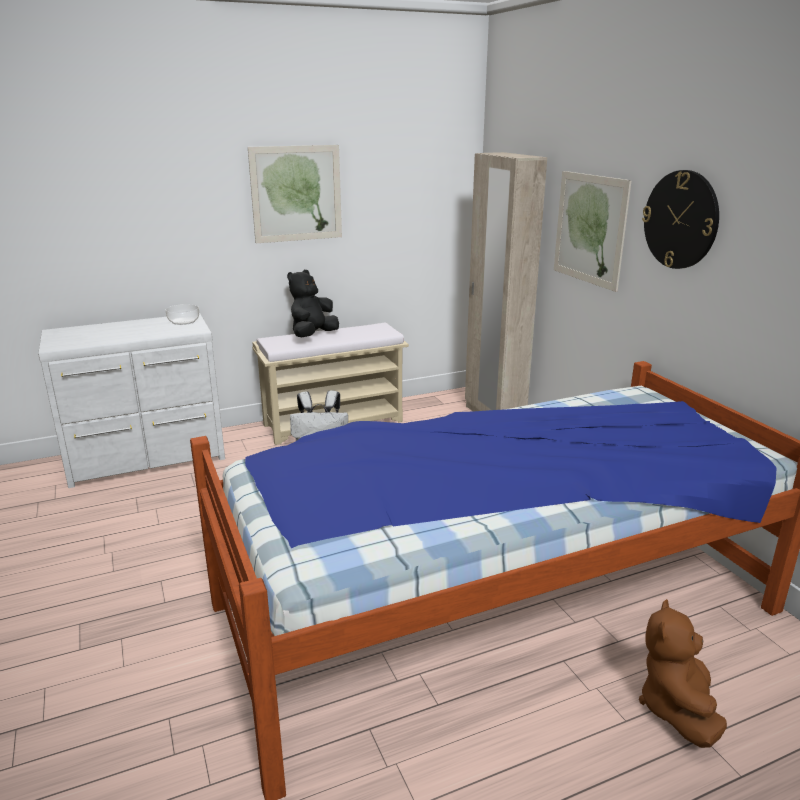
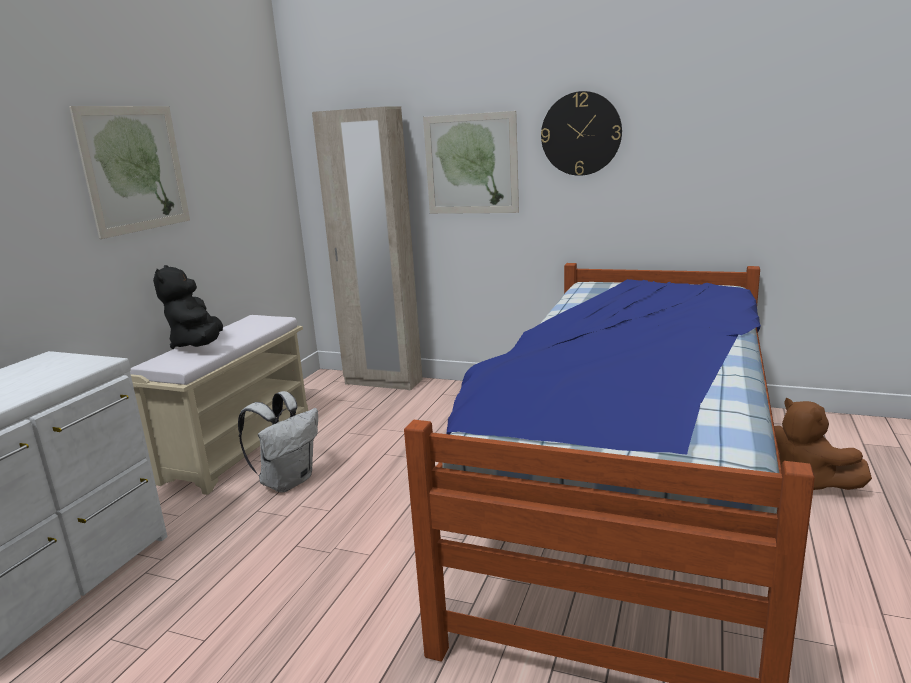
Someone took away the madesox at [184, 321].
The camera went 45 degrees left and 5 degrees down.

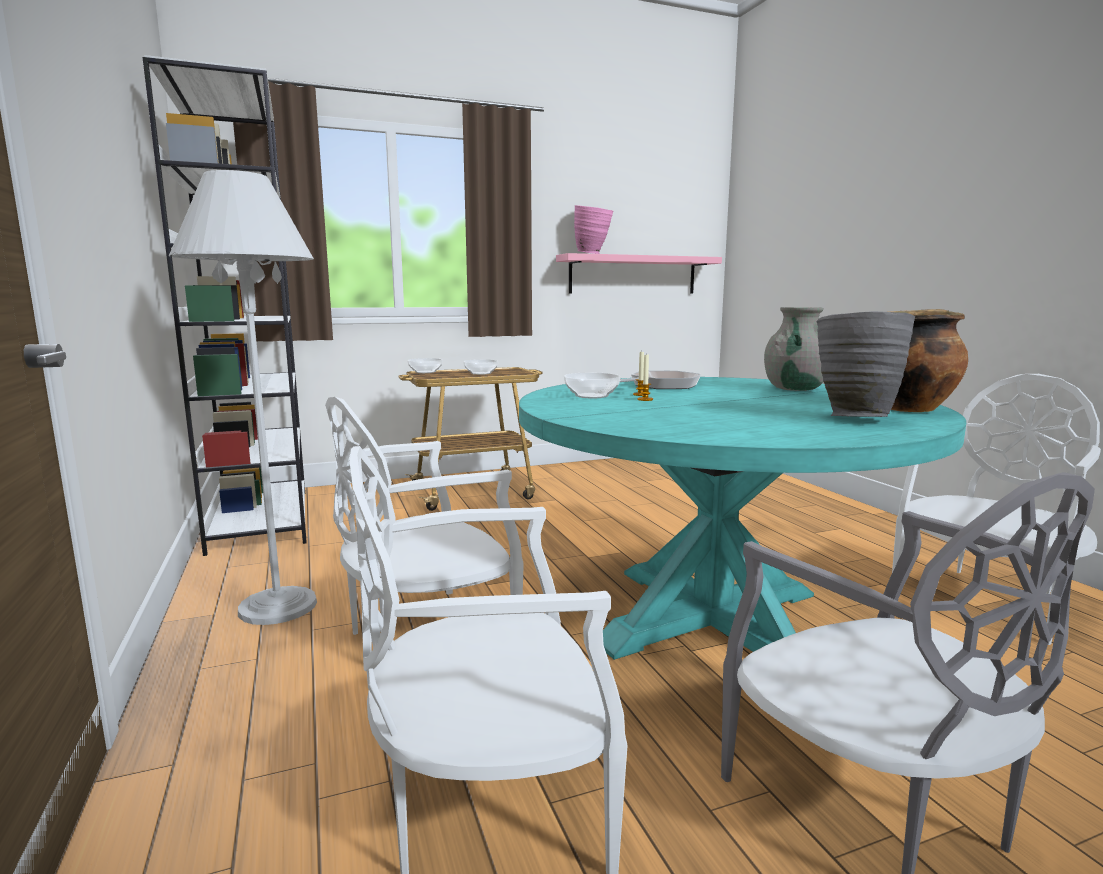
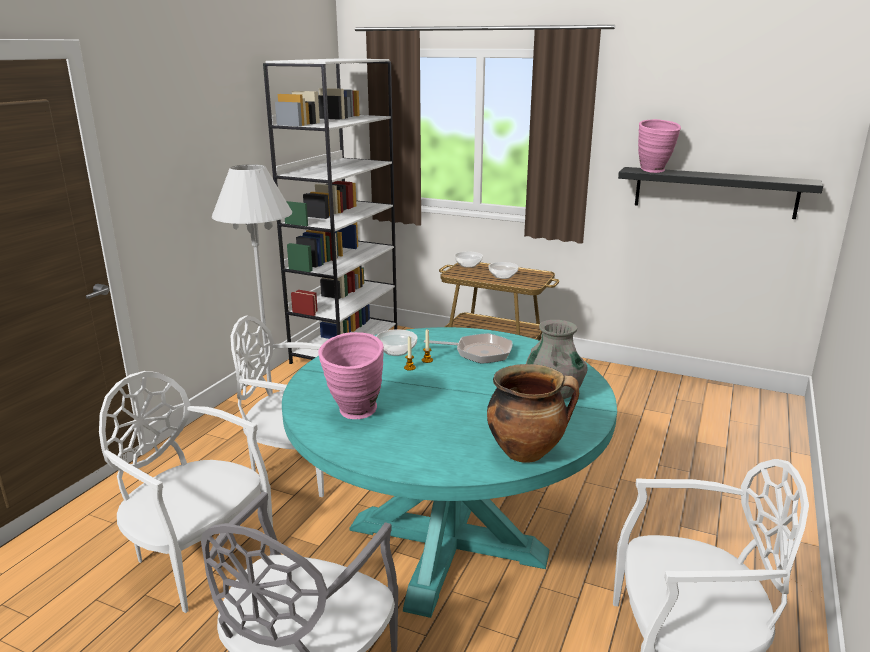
Someone repainted the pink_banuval at [633, 275], which became the black_banuval at [714, 192].
Someone took away the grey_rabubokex at [853, 418].
Someone put down the pink_rabubokex at [354, 415].
The camera went 45 degrees right and 10 degrees up.

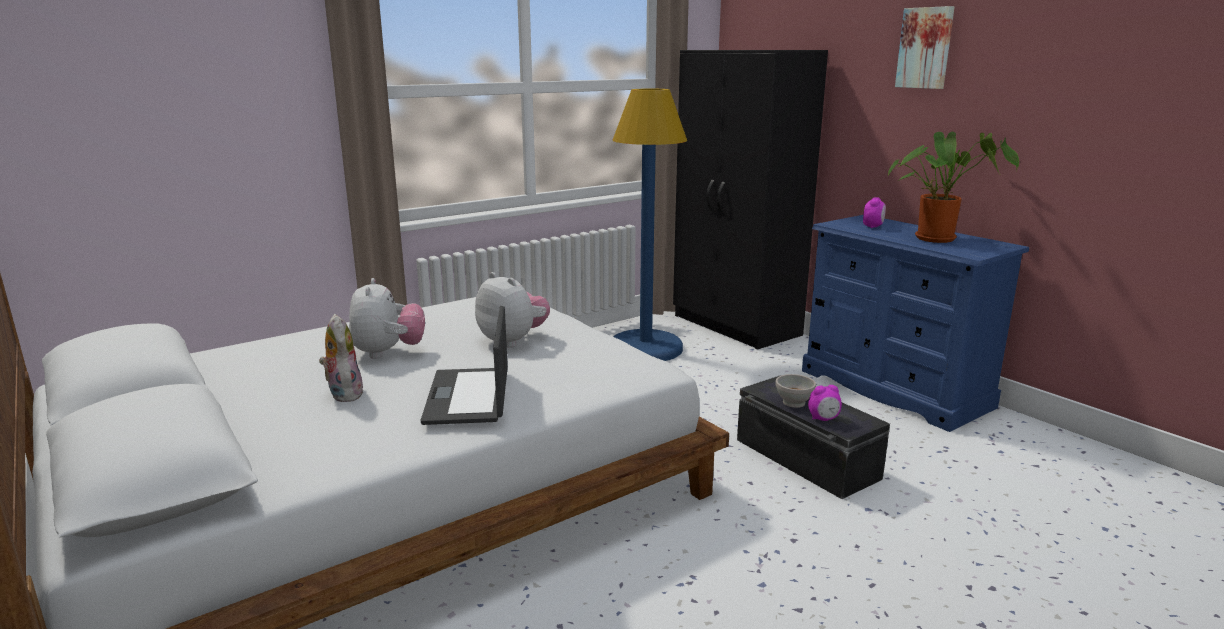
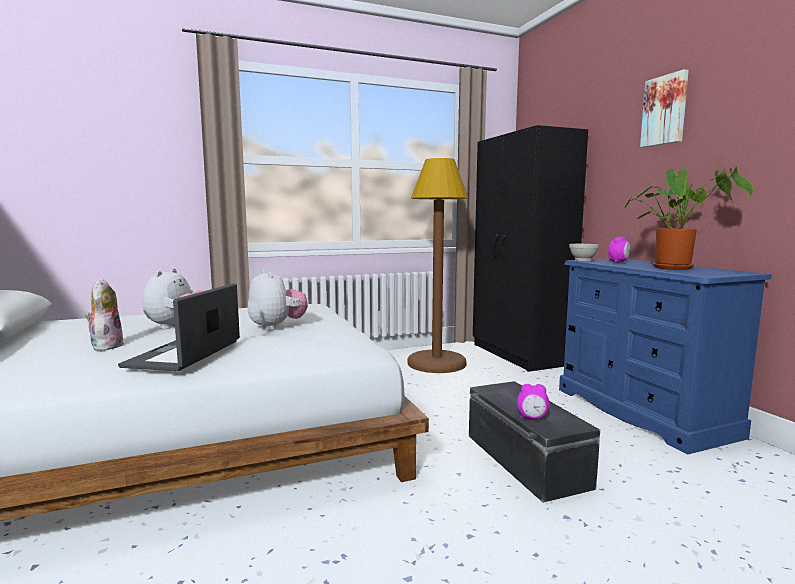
Someone repainted the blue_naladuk at [645, 348], which became the brown_naladuk at [436, 363].
Someone carried the white_madesox from [793, 403] to [583, 260].
The camera went 15 degrees right and 10 degrees down.

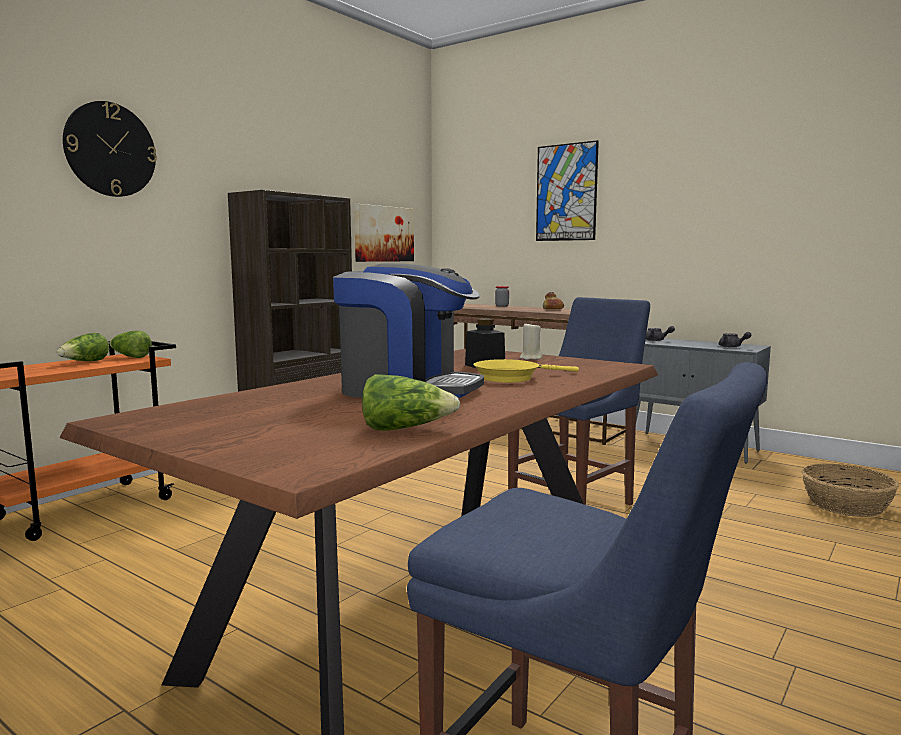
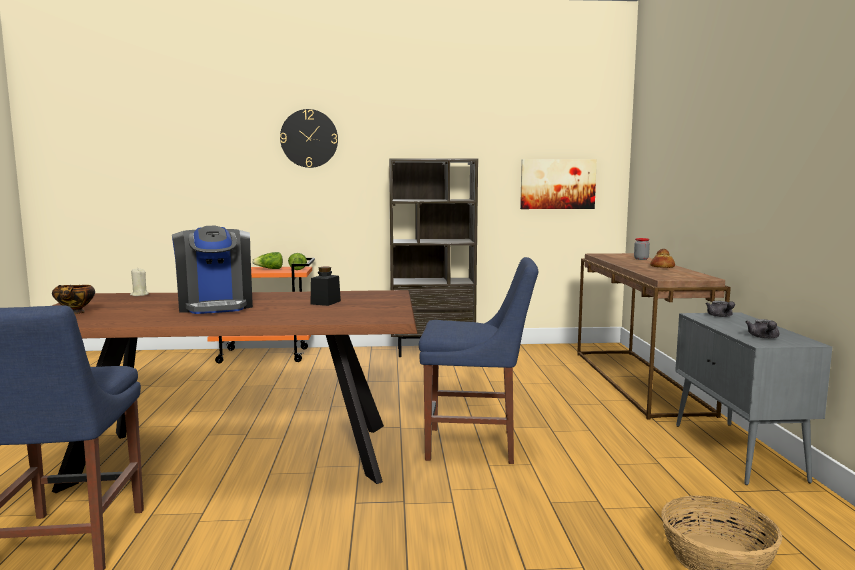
Someone took away the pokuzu at [566, 192].
Someone carried the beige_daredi from [530, 358] to [139, 295].
Someone took away the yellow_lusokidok at [511, 378].
Someone took away the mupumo at [405, 429].
Someone put down the madesox at [75, 313].
The camera went 50 degrees right and 0 degrees up.

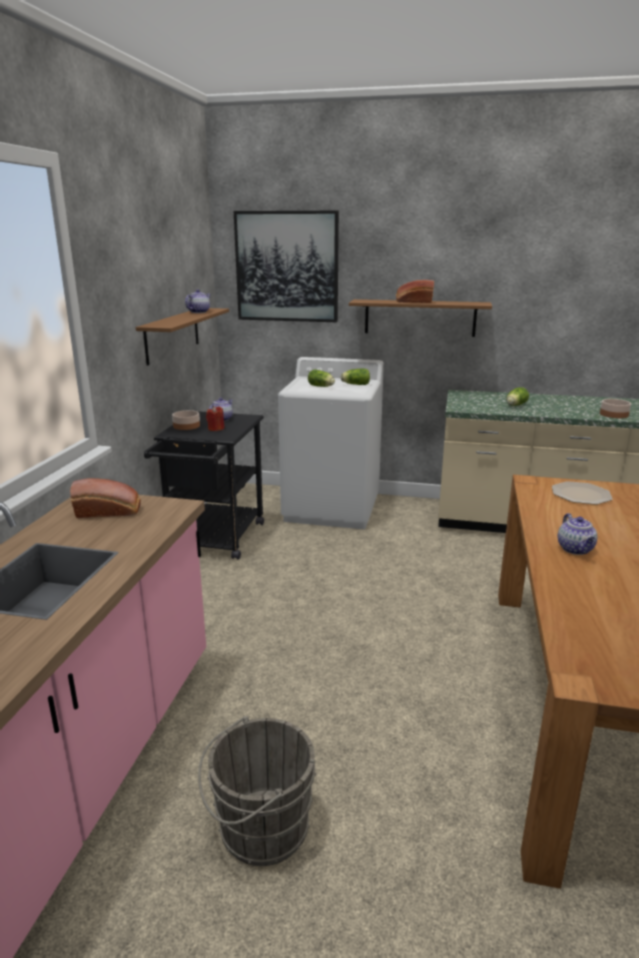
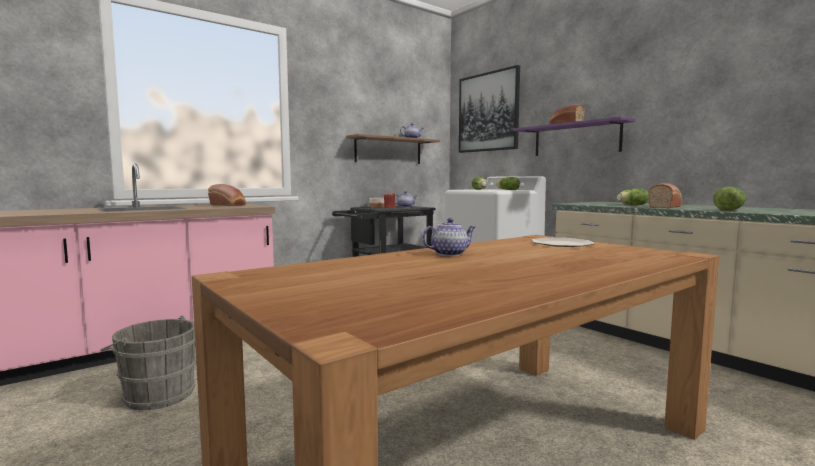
Someone repainted the brown_banuval at [420, 317], which became the purple_banuval at [576, 139].
Someone swapped the madesox at [613, 414] for the mupumo at [729, 210].
Someone rotated the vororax at [576, 549] by 150 degrees counterclockwise.
Someone put down the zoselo at [666, 207].
The camera went 40 degrees right and 15 degrees down.

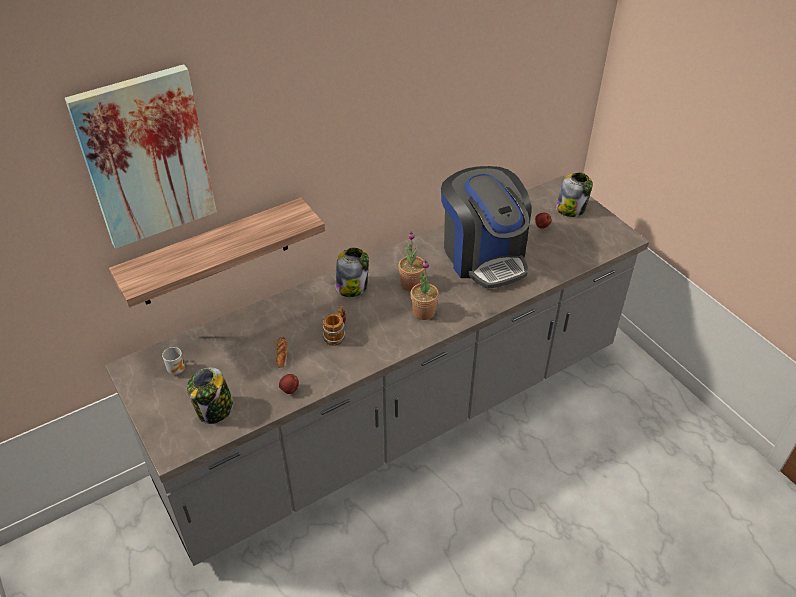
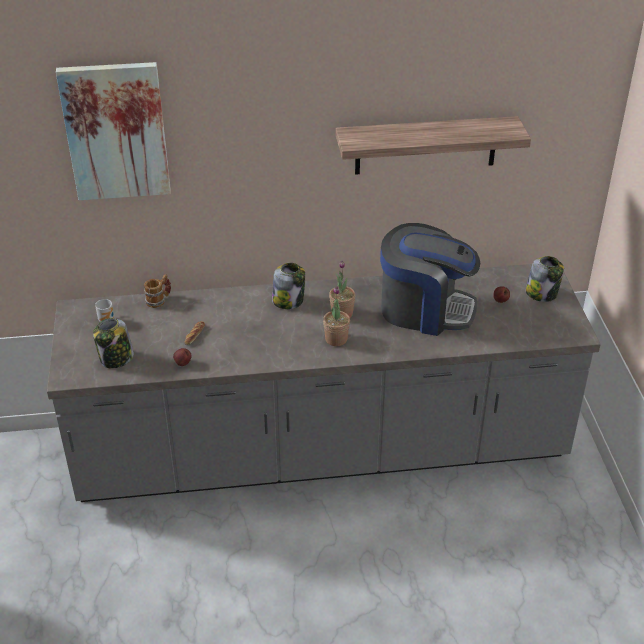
Someone rotated the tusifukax at [483, 255] by 75 degrees counterclockwise.
Someone carried the banuval from [214, 253] to [426, 145].
Someone carried the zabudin from [336, 334] to [159, 300].
The camera went 25 degrees right and 5 degrees down.

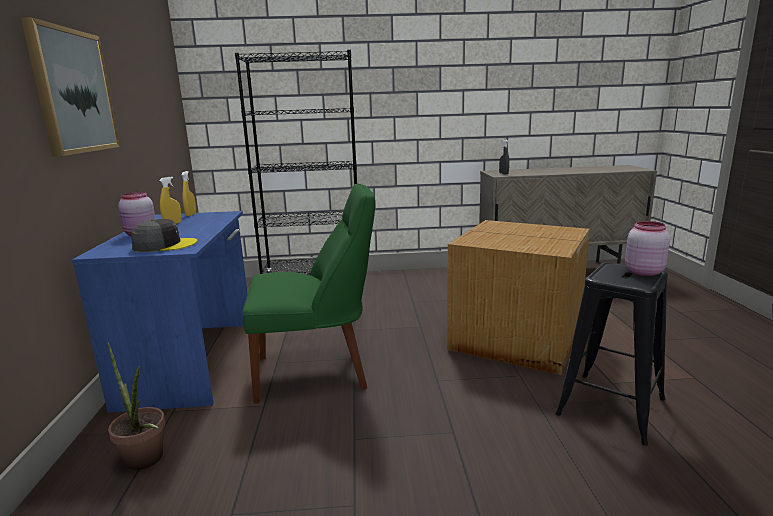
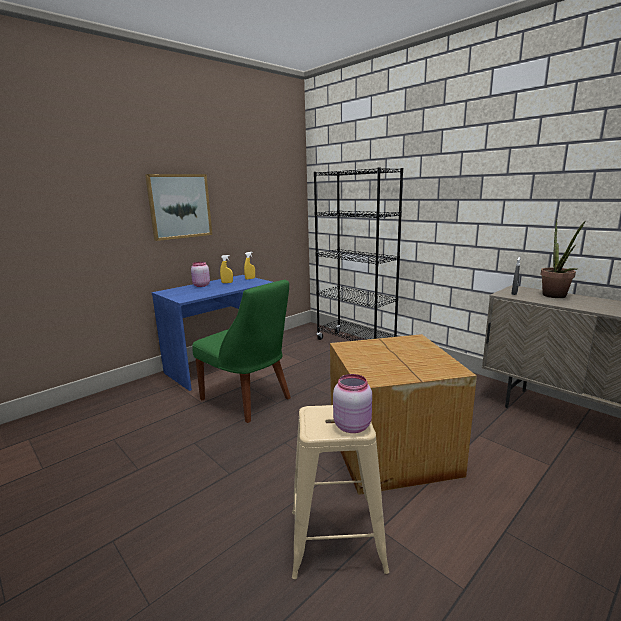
Someone took away the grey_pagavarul at [164, 245].
Someone repainted the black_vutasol at [611, 406], which became the beige_vutasol at [337, 539].
Someone carried the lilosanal from [146, 462] to [556, 297].
The camera went 50 degrees right and 0 degrees up.

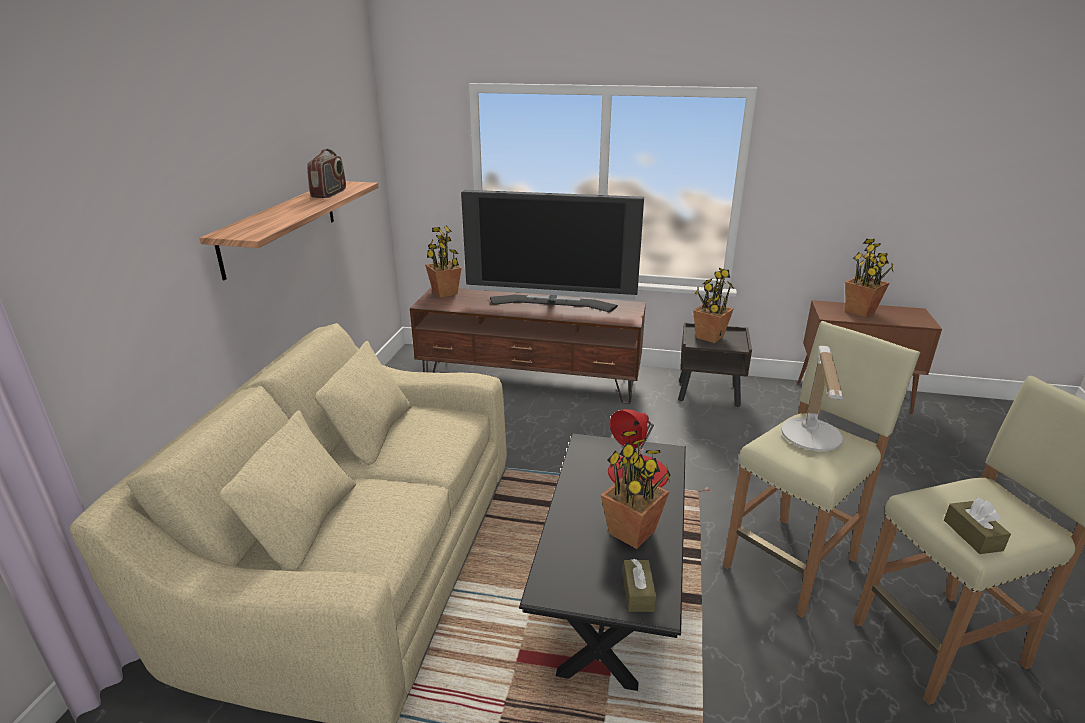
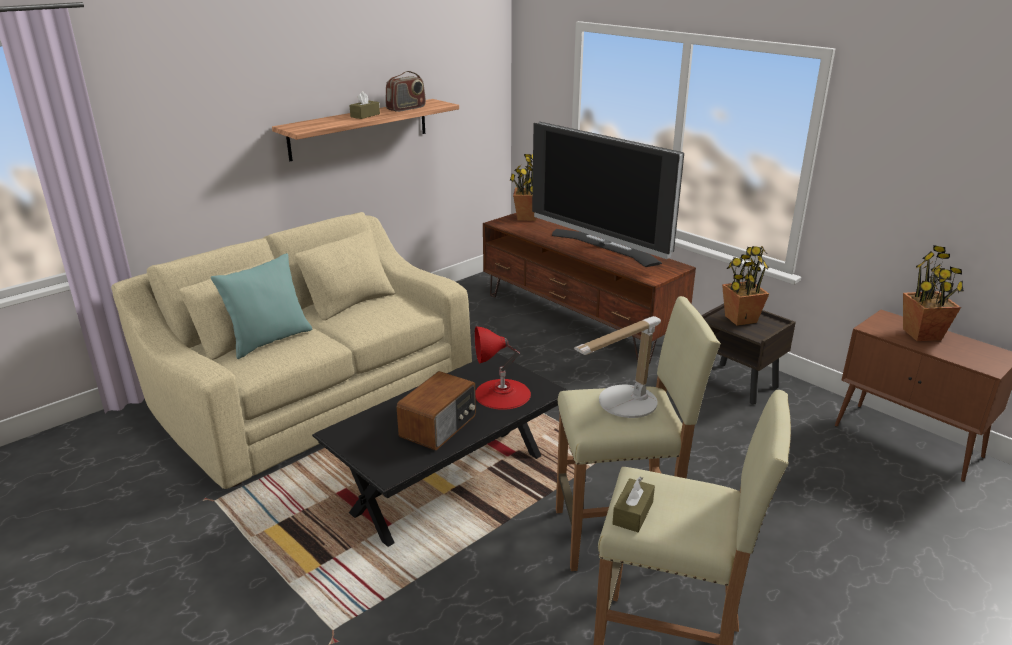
Someone swapped the lilosanal at [632, 532] for the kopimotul at [439, 426].
Someone carried the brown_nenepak from [638, 593] to [365, 115].
Someone put down the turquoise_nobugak at [269, 340].
The camera went 35 degrees right and 0 degrees up.

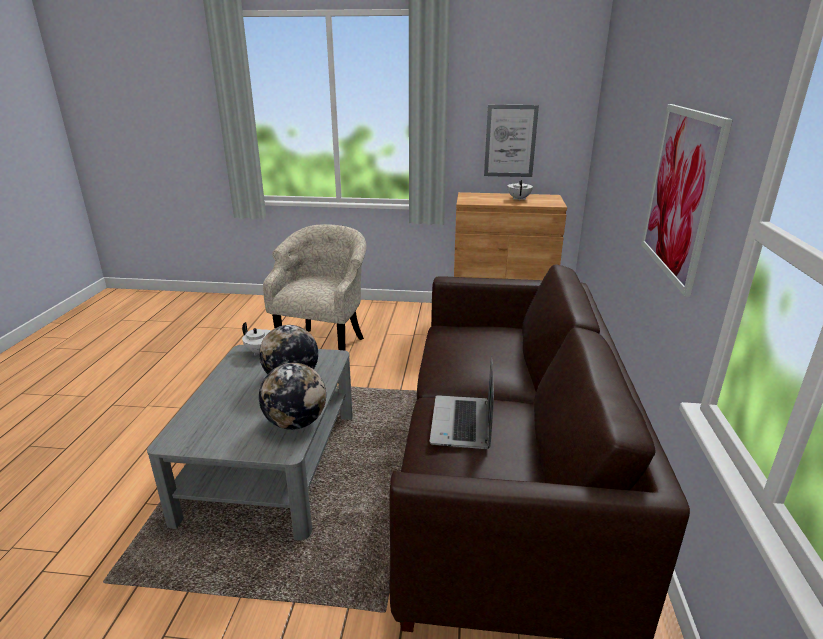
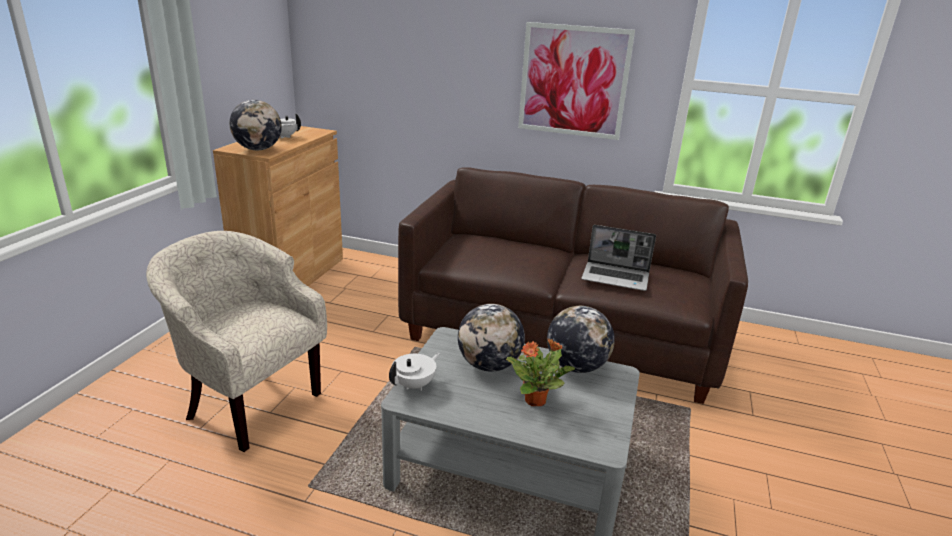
Someone took away the pokuzu at [510, 141].
Someone put down the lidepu at [258, 149].
Someone put down the lilosanal at [536, 400].
The camera went 80 degrees left and 0 degrees up.

